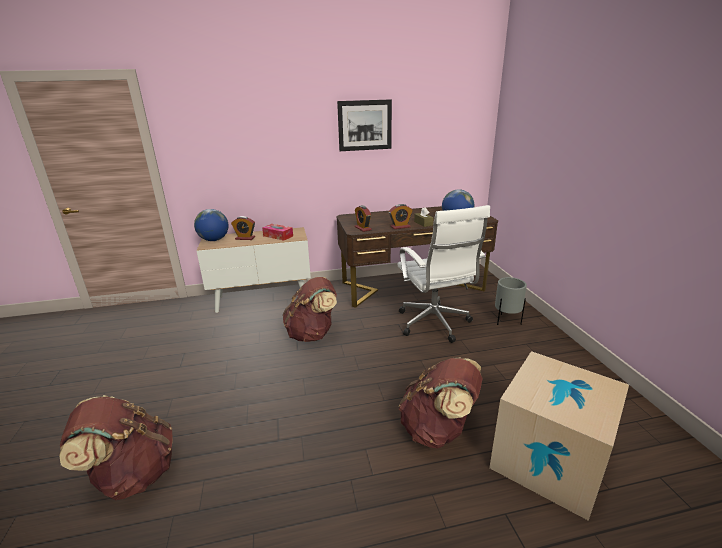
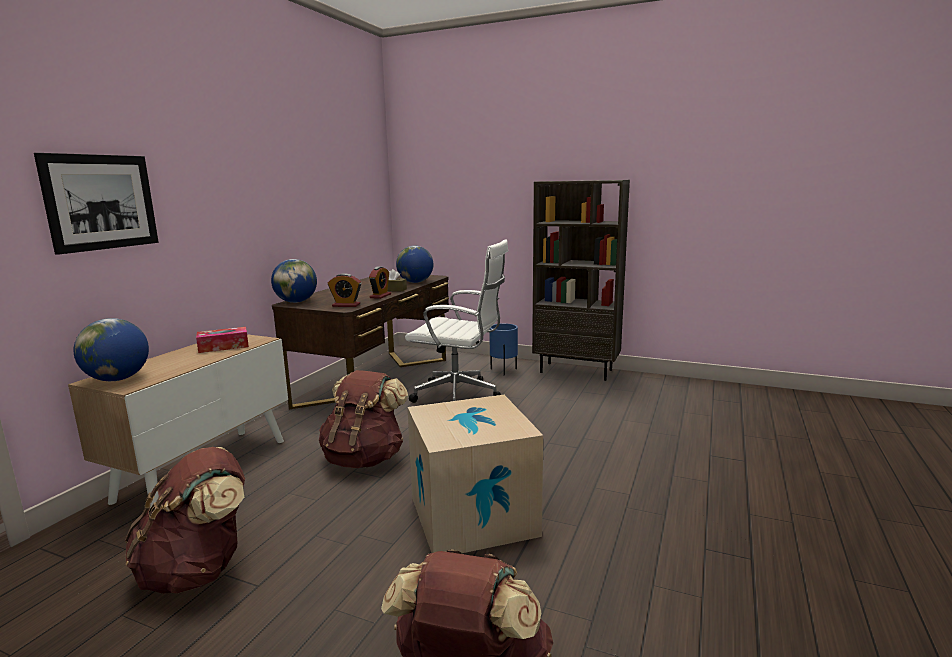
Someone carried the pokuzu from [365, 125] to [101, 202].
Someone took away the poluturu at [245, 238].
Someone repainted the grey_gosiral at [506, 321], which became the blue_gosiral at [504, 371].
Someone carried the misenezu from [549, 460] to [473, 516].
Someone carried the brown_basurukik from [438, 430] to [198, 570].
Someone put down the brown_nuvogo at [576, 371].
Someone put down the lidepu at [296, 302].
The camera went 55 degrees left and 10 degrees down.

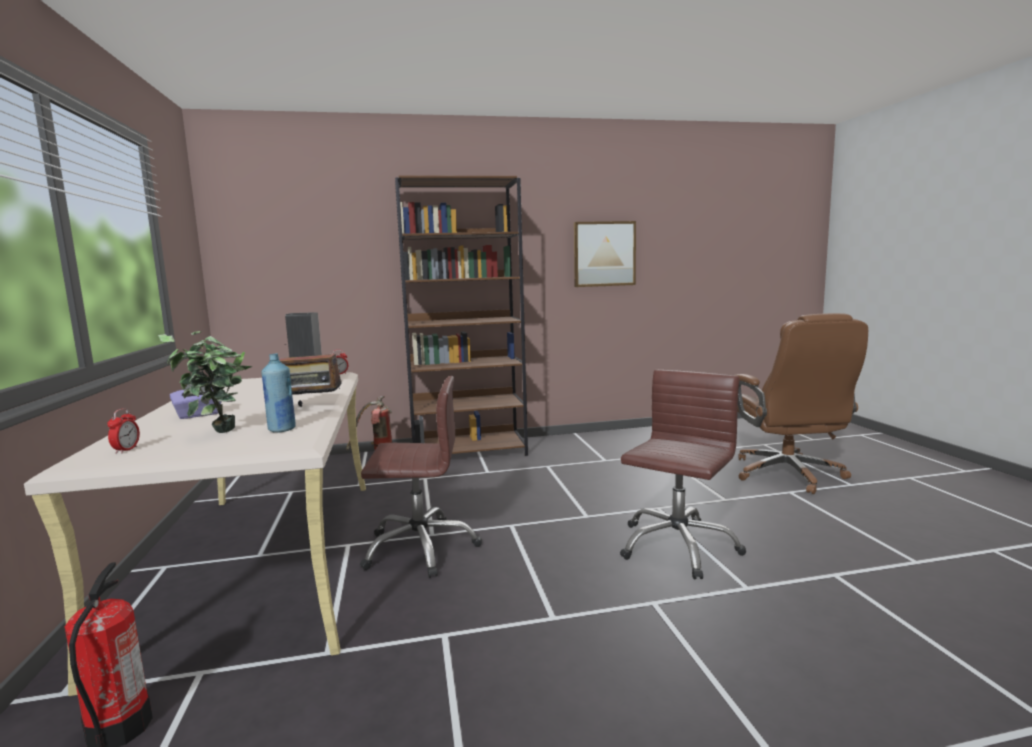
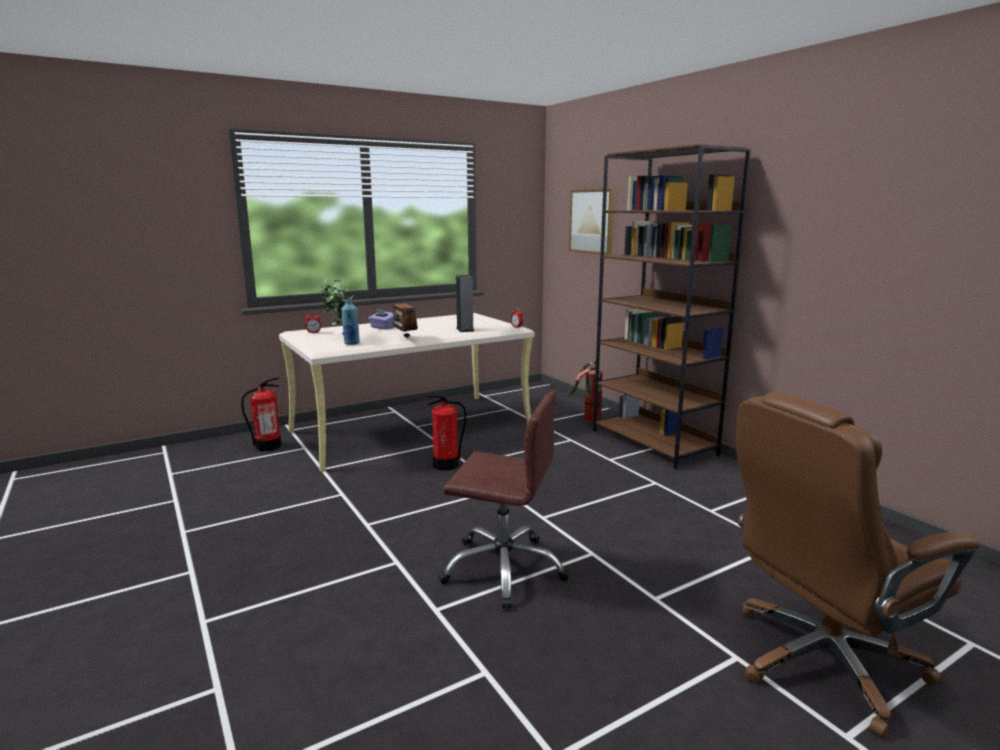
Someone carried the pokuzu from [604, 254] to [592, 221].
Someone swapped the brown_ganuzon at [420, 548] for the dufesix at [446, 465].
The camera went 70 degrees right and 5 degrees up.

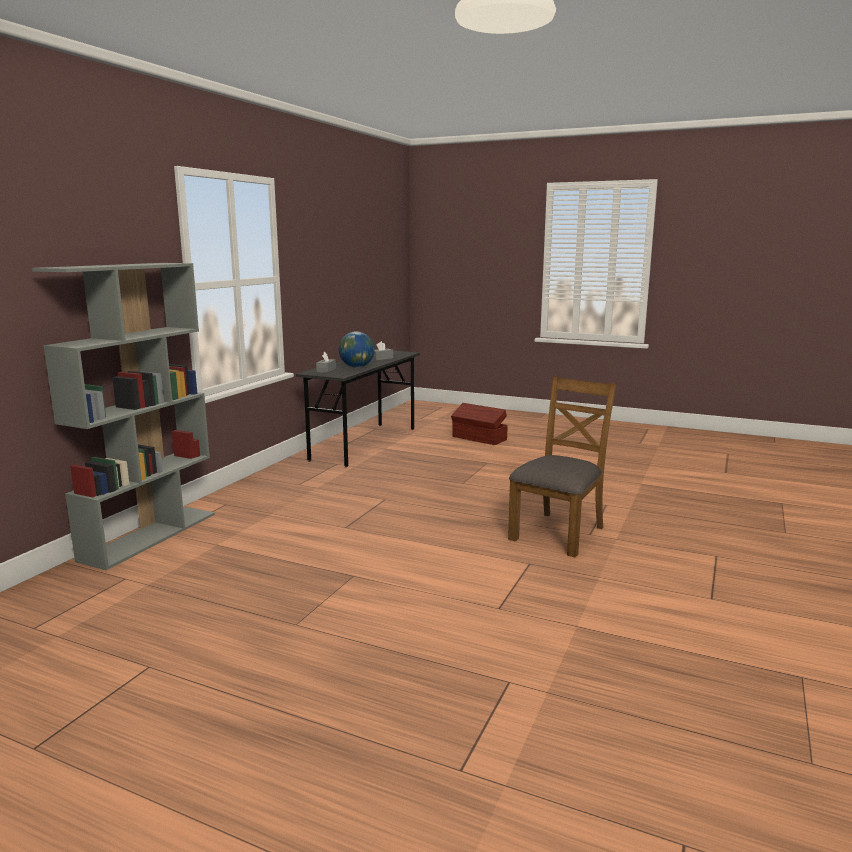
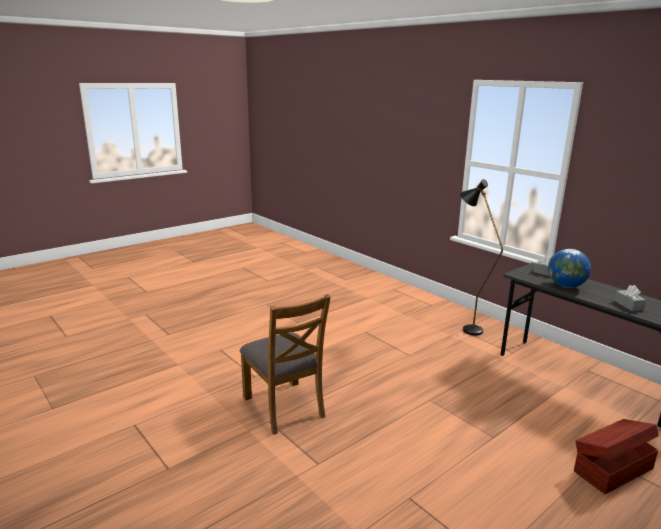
Someone took away the grey_nuvogo at [150, 536].
Someone put down the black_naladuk at [466, 328].
The camera went 115 degrees right and 5 degrees up.

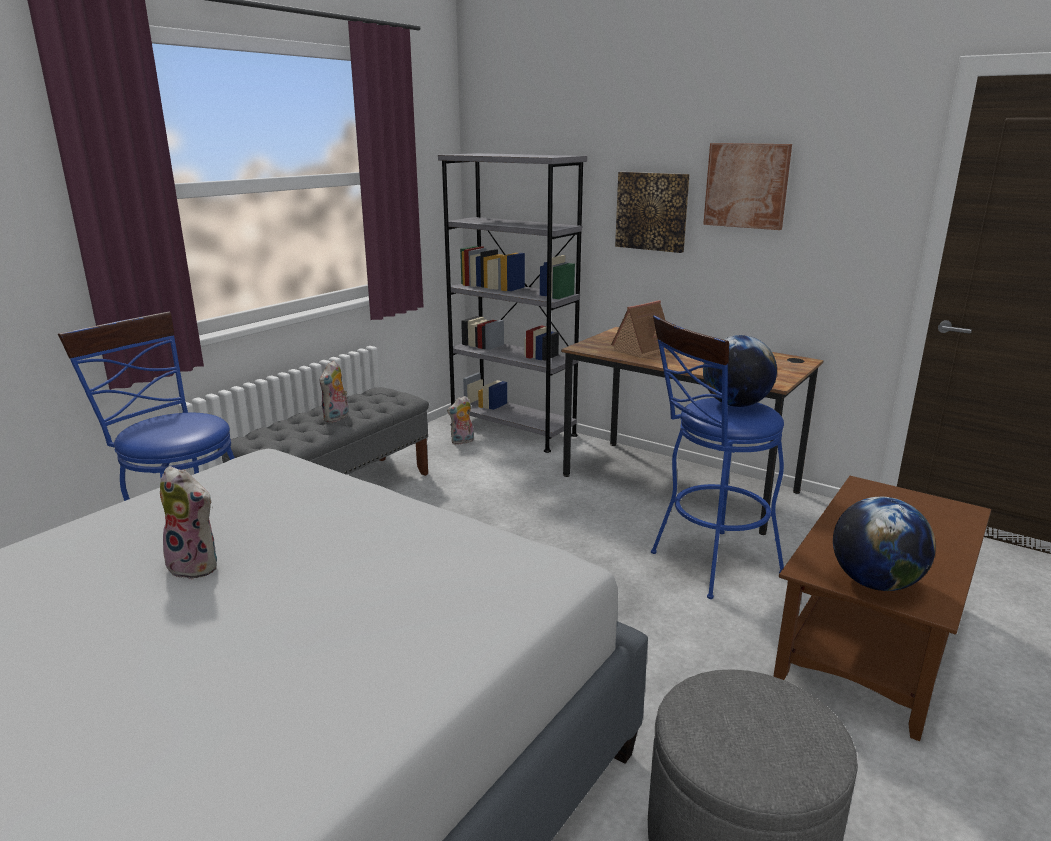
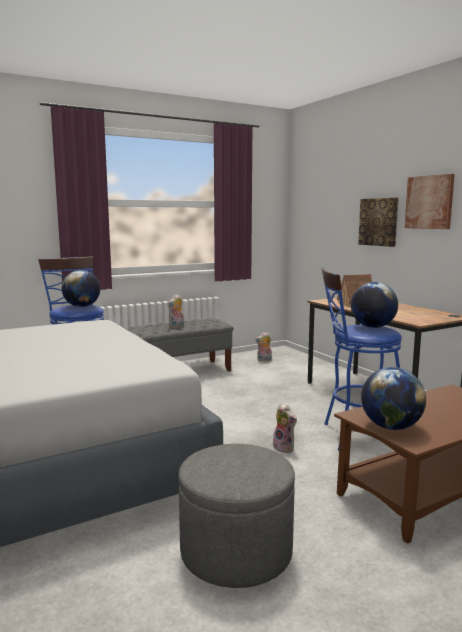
Someone took away the grey_nuvogo at [512, 430].
Someone carried the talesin from [197, 565] to [285, 448].
Someone put down the lidepu at [82, 307].
The camera went 25 degrees right and 10 degrees down.

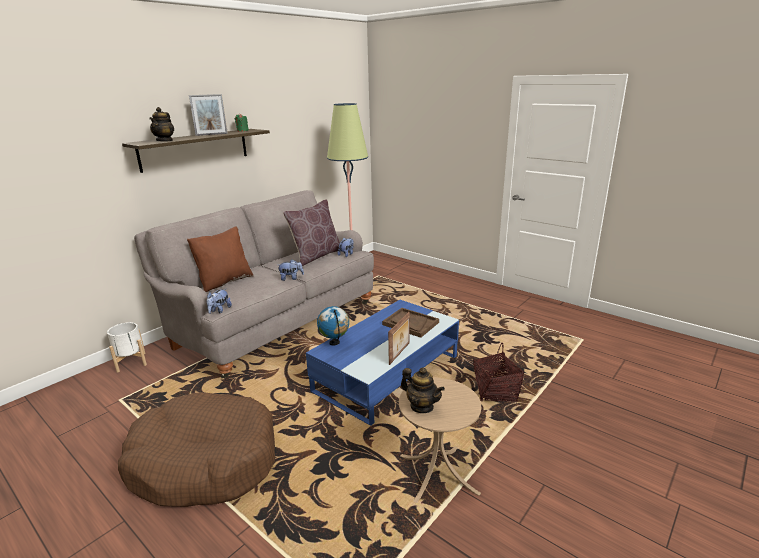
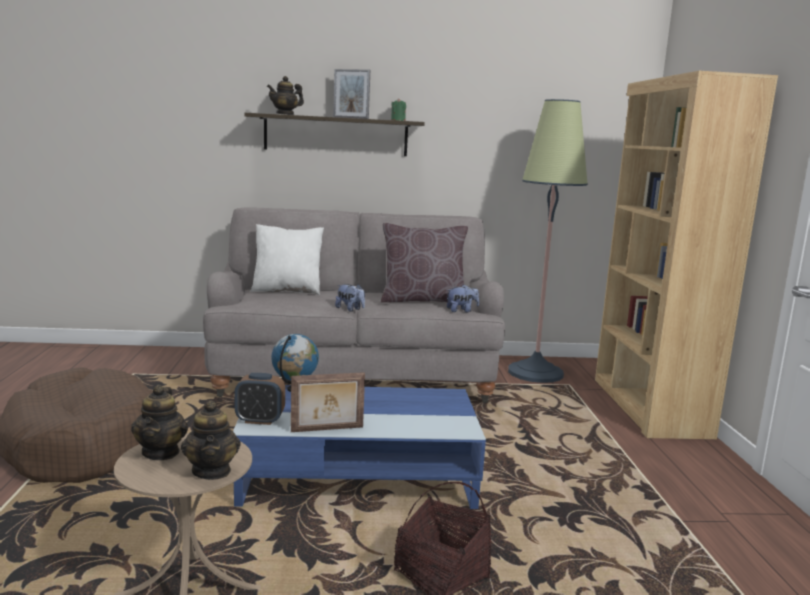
Someone repainted the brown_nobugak at [224, 281], which became the white_nobugak at [287, 291].
Someone took away the talesin at [219, 310].
Someone took away the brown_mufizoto at [410, 323].
Someone took away the white_gosiral at [131, 362].
Someone put down the brown_nuvogo at [648, 407].
Someone put down the poluturu at [260, 420].
Someone put down the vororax at [212, 471].
The camera went 45 degrees right and 10 degrees down.

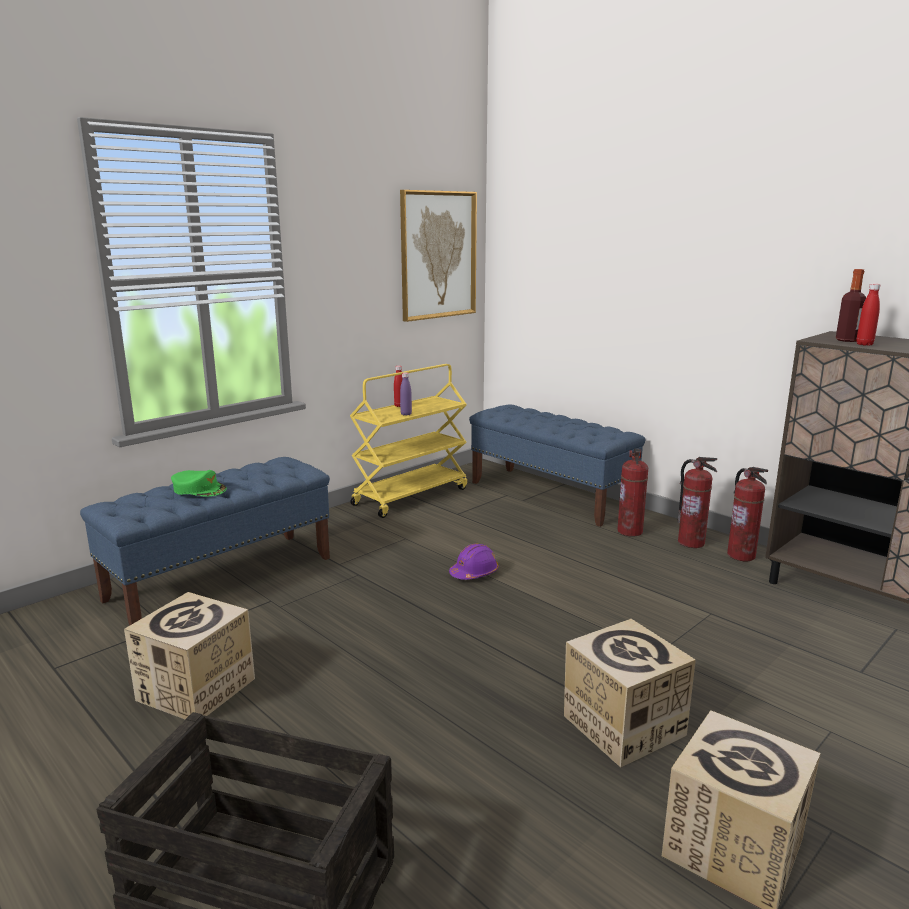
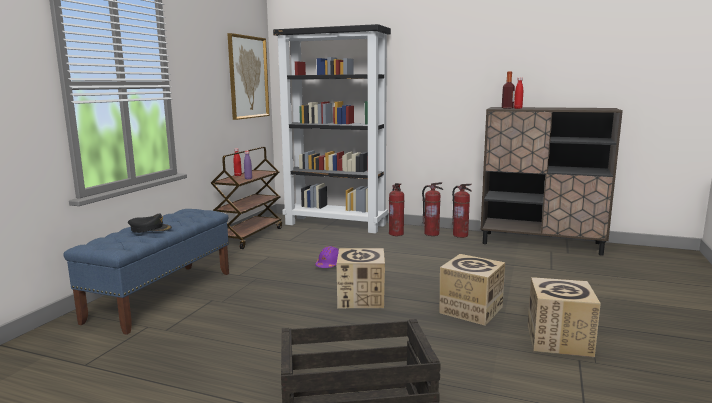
Someone repainted the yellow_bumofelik at [411, 496], which became the brown_bumofelik at [249, 236].
Someone swapped the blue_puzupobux at [550, 495] for the black_nuvogo at [336, 224].
Someone repainted the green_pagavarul at [199, 489], which became the black_pagavarul at [150, 229].
Someone carried the misenezu from [196, 689] to [361, 298].
The camera went 25 degrees left and 5 degrees down.

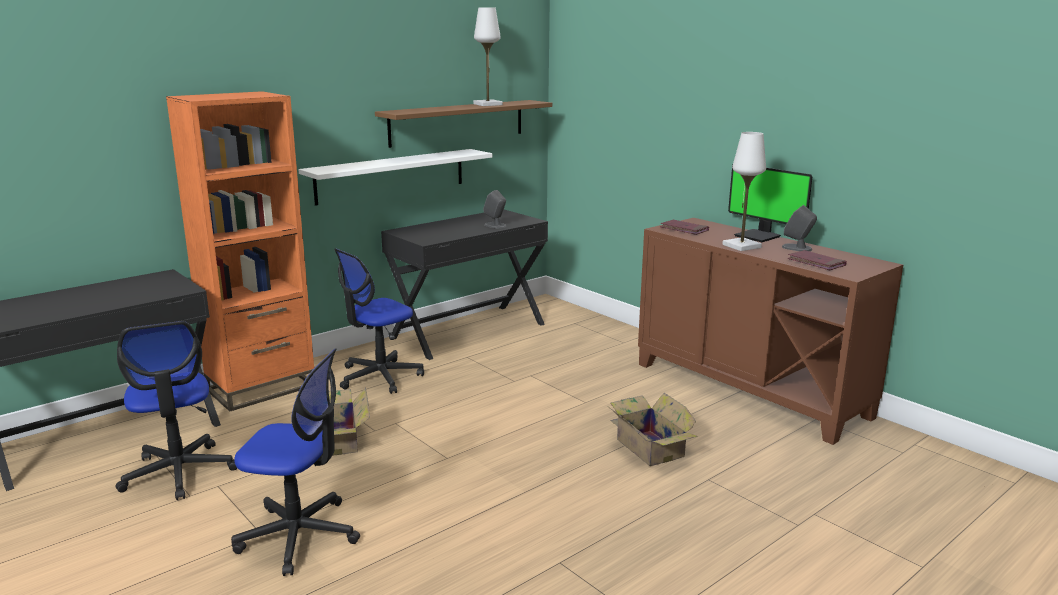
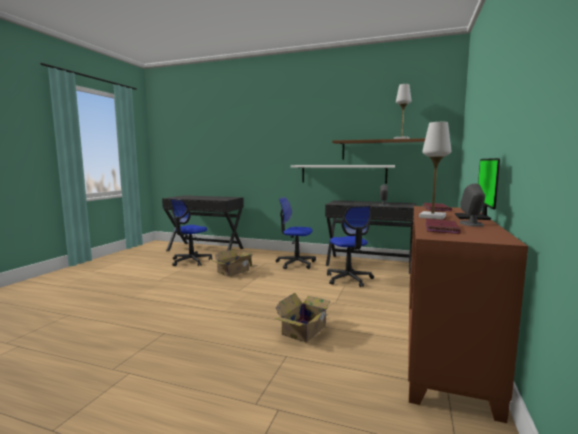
Someone took away the orange_nuvogo at [261, 388].
Someone carried the ganuzon from [299, 535] to [349, 279].
The camera went 60 degrees right and 10 degrees down.

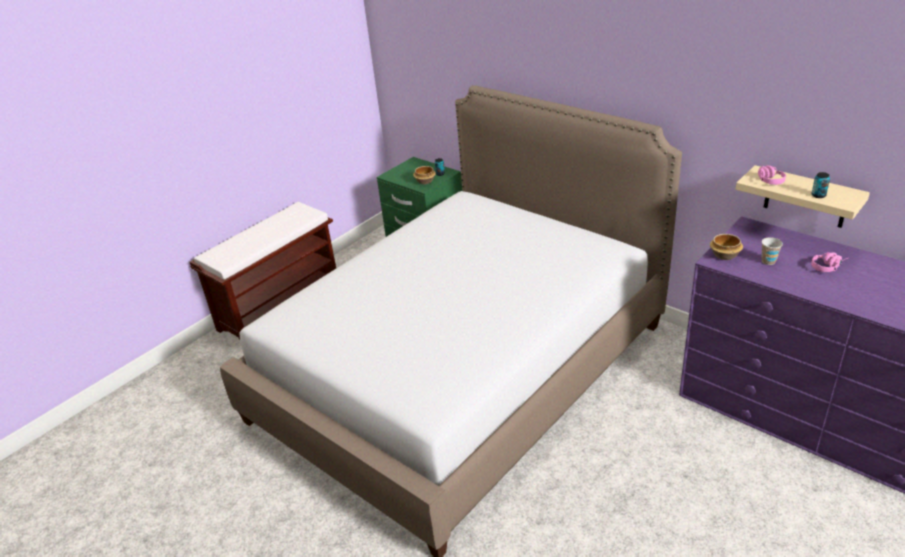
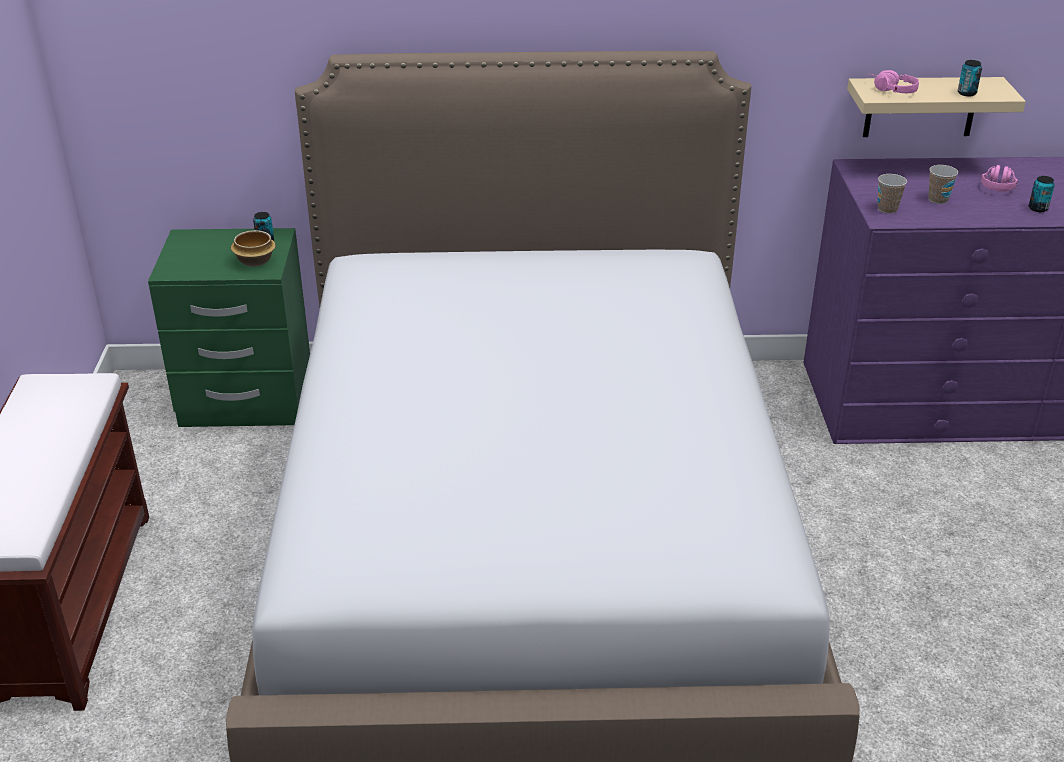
Someone swapped the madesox at [724, 256] for the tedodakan at [887, 209].
Someone put down the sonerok at [1038, 208].
The camera went 45 degrees left and 0 degrees up.

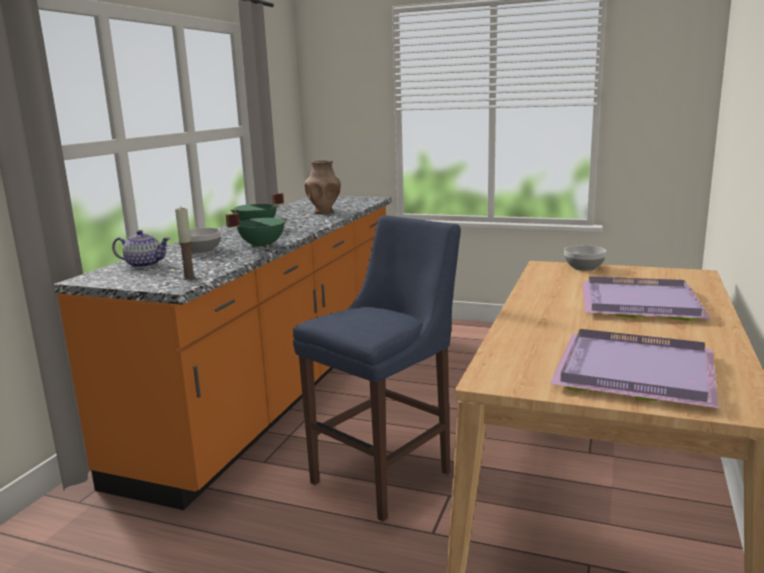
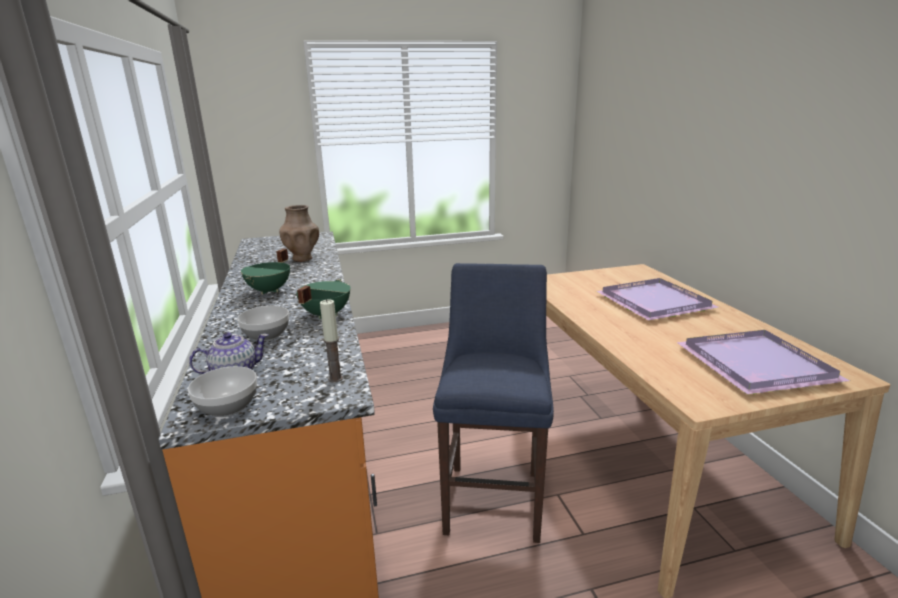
Someone carried the madesox from [583, 267] to [226, 407].
The camera went 35 degrees left and 5 degrees up.

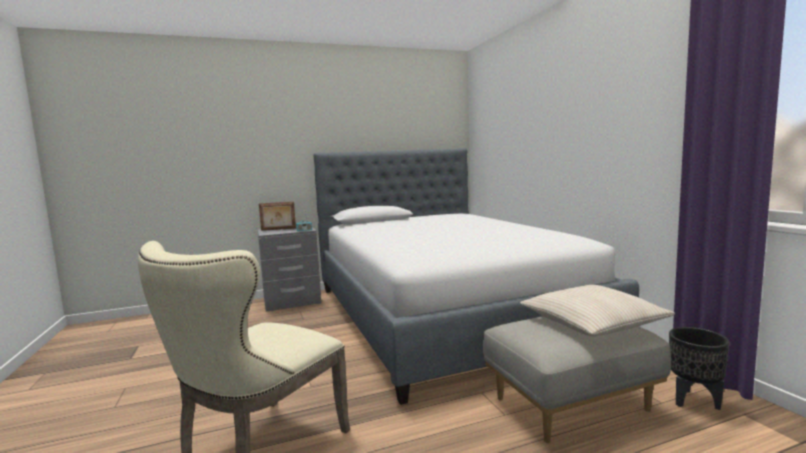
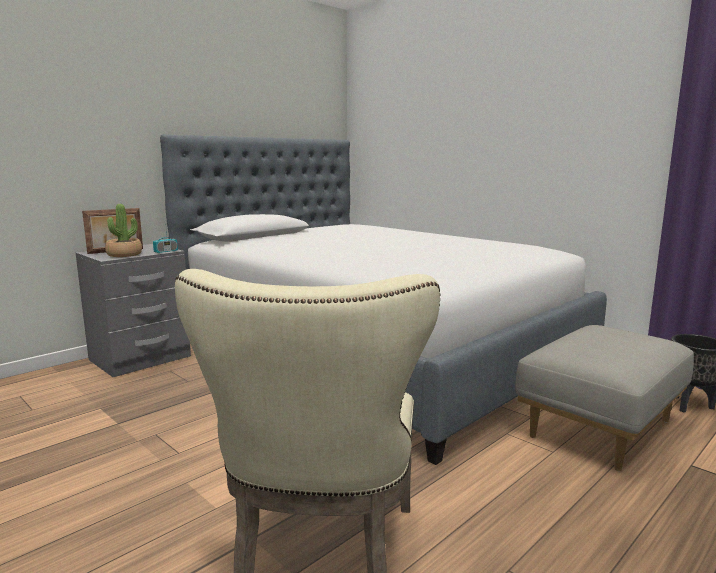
Someone took away the beige_nobugak at [591, 323].
Someone put down the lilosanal at [124, 254].
The camera went 25 degrees left and 5 degrees up.

